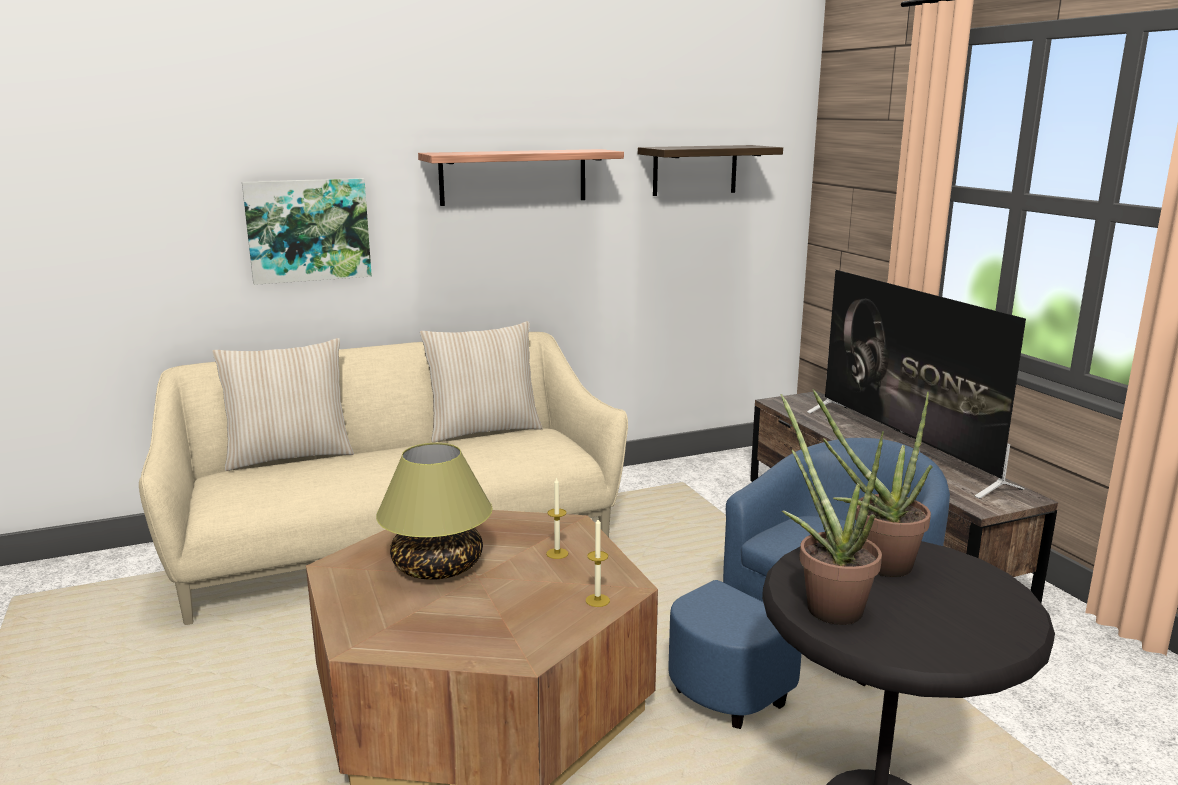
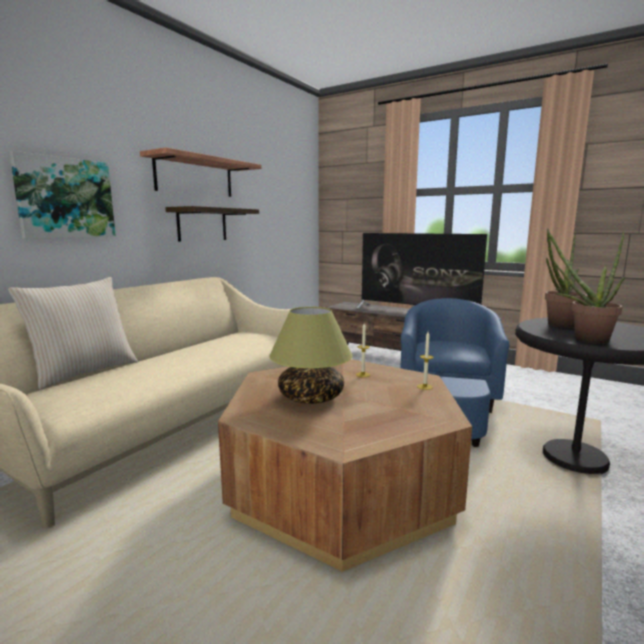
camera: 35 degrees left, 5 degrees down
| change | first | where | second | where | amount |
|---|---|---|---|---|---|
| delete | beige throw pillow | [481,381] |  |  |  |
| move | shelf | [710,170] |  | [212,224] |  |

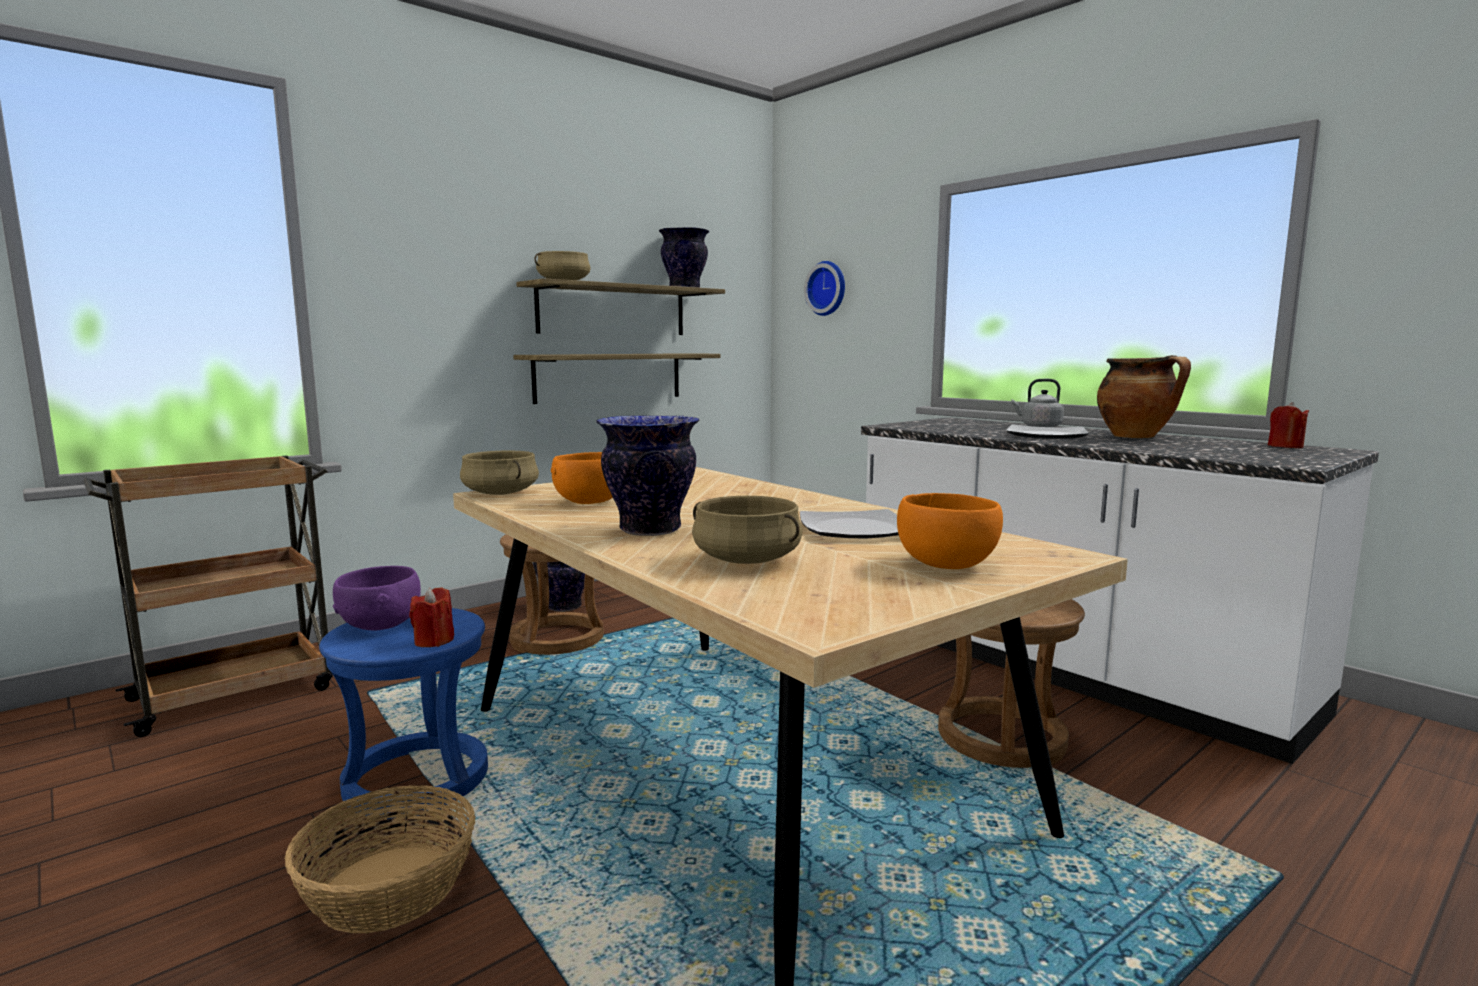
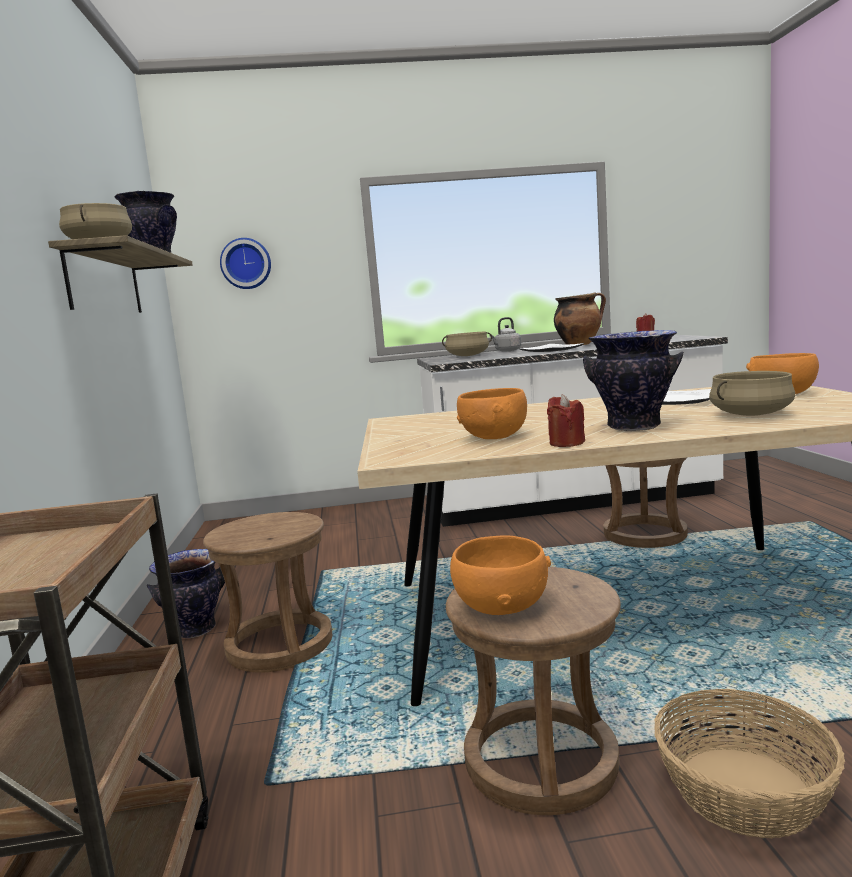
camera: 55 degrees left, 0 degrees up
| change | first | where | second | where | amount |
|---|---|---|---|---|---|
| delete | shelf | [617,378] |  |  |  |
| move | red wax candle | [431,617] |  | [566,420] |  |
| move | beige stockpot | [499,473] |  | [467,344] |  |
| recolor | bluish sitting stool | [403,713] | brownish sitting stool | [533,691] |  |
| recolor | purplish serving bowl | [377,598] | orange serving bowl | [500,575] |  |

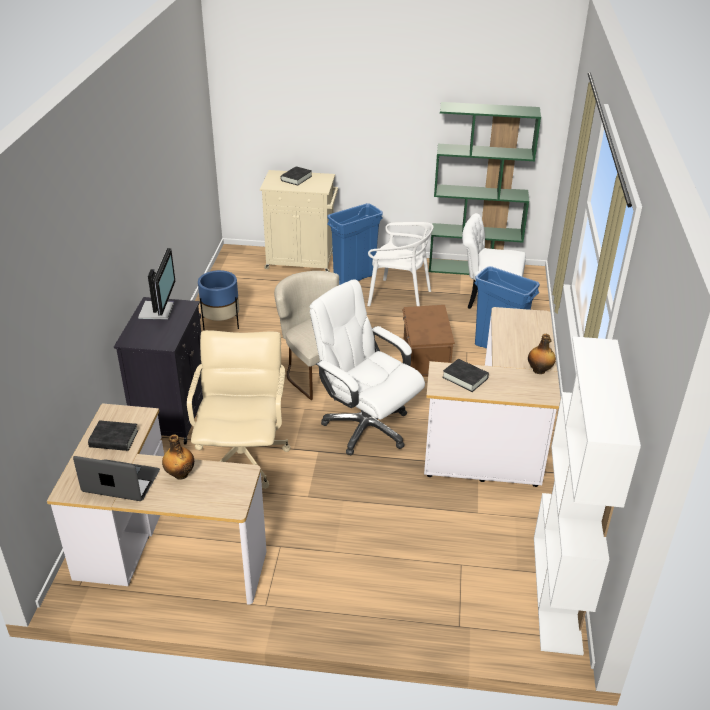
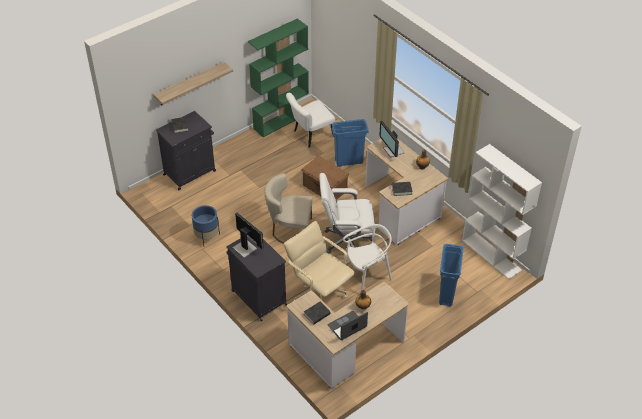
camera: 45 degrees left, 10 degrees up
| change | first | where | second | where | amount |
|---|---|---|---|---|---|
| insert |  |  | shelf | [193,84] |  |
| insert |  |  | computer screen | [392,139] |  |
| move | bluish waste bin | [355,244] |  | [451,275] |  |
| move | white chair | [400,264] |  | [367,257] |  |
| recolor | beige cupboard | [299,221] | black-coloured cupboard | [186,150] |  |

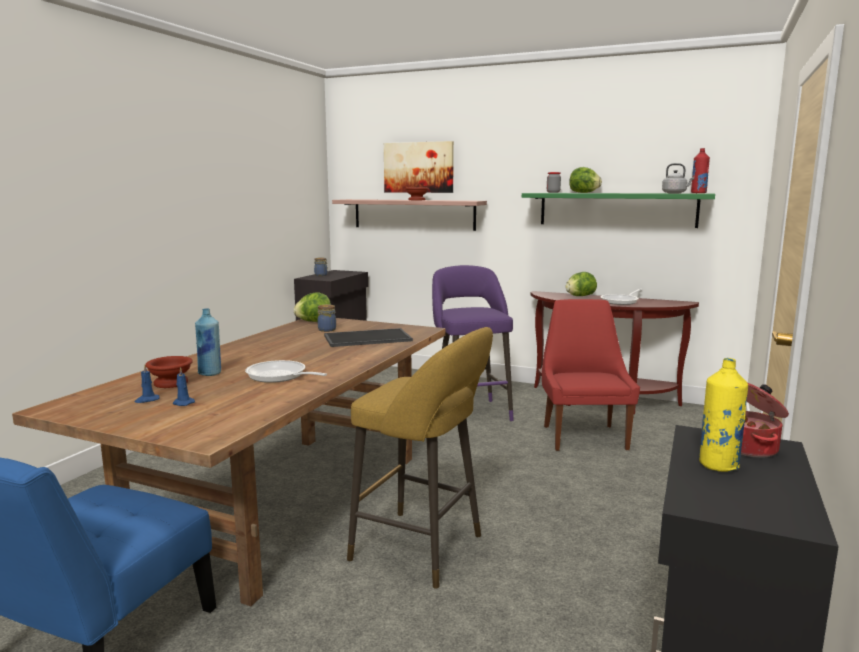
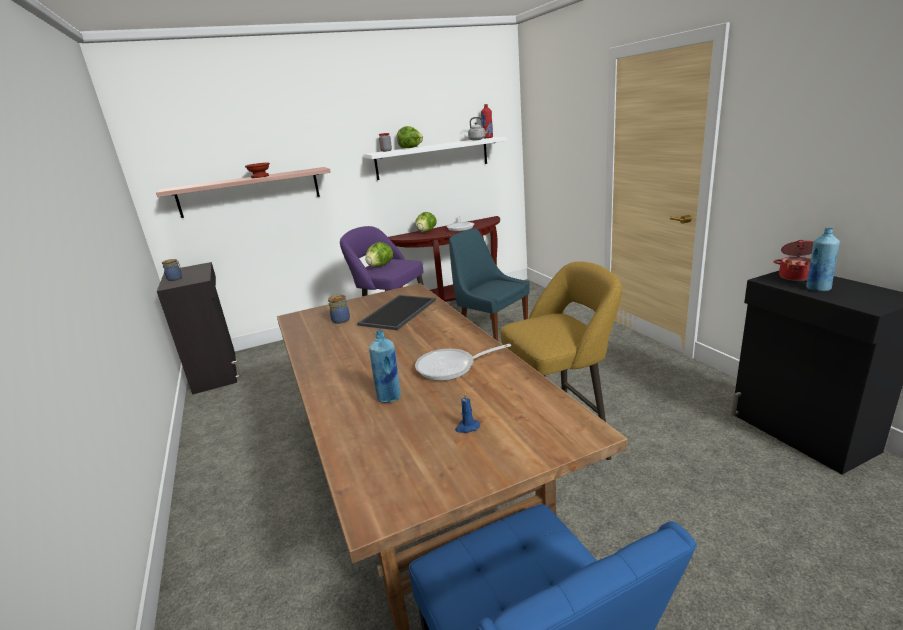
camera: 45 degrees left, 10 degrees up
| change | first | where | second | where | amount |
|---|---|---|---|---|---|
| delete | bluish wax candle | [147,383] |  |  |  |
| delete | brownish serving bowl | [169,372] |  |  |  |
| delete | wall picture | [419,167] |  |  |  |
| move | lettuce | [312,307] |  | [379,254] |  |
| recolor | green shelf | [618,210] | white shelf | [435,158] |  |
| recolor | red chair | [591,375] | bluish chair | [489,284] |  |
| recolor | yellow drink bottle | [723,415] | bluish drink bottle | [823,260] |  |

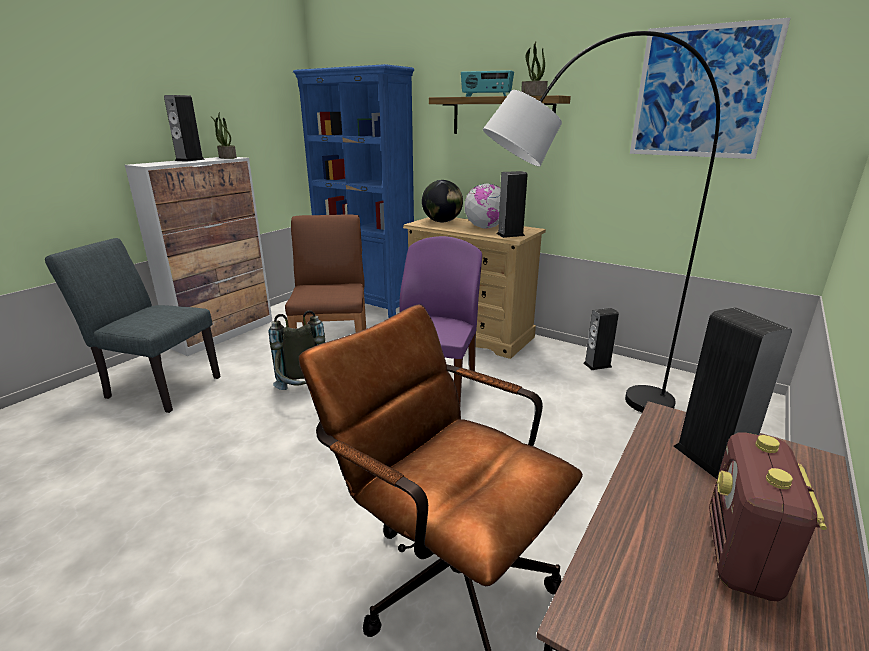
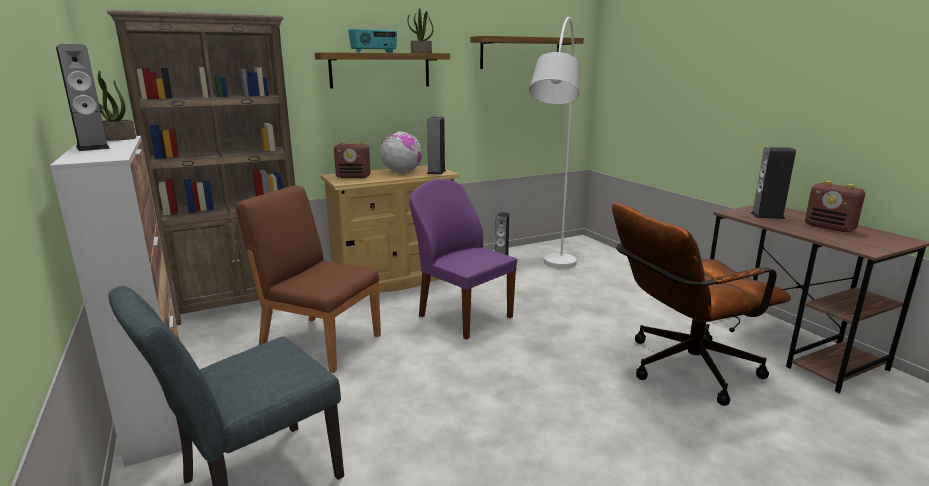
camera: 60 degrees left, 5 degrees down
| change | first | where | second | where | amount |
|---|---|---|---|---|---|
| delete | grey knapsack | [297,350] |  |  |  |
| replace | world globe | [442,201] | radio | [352,160] |  |
| replace | wall picture | [710,88] | shelf | [527,52] |  |
| recolor | bluish bookcase | [353,191] | brownish bookcase | [201,167] |  |
| recolor | black-coloured standing lamp | [601,221] | white standing lamp | [554,143] |  |

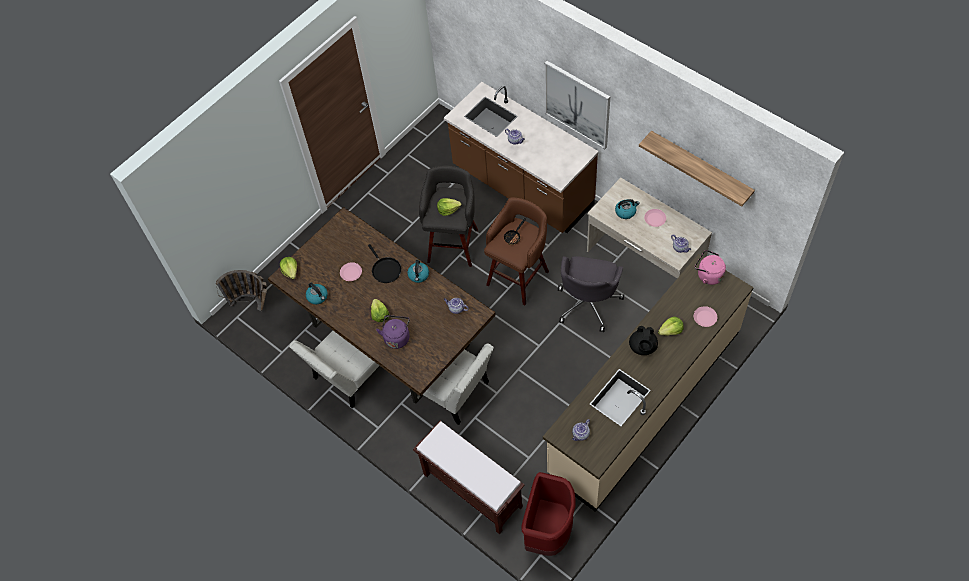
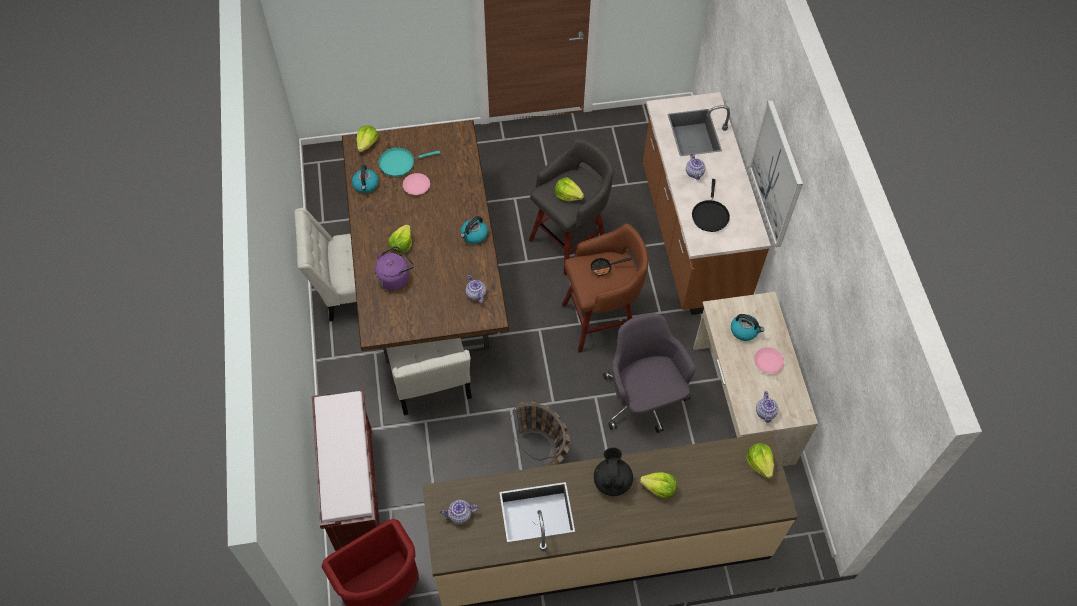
camera: 35 degrees right, 0 degrees up
| change | first | where | second | where | amount |
|---|---|---|---|---|---|
| delete | shelf | [697,168] |  |  |  |
| delete | pink-coloured flat dish | [705,316] |  |  |  |
| insert |  |  | turquoise-coloured pan | [409,162] |  |
| move | household basket | [241,290] |  | [538,434] |  |
| move | black-coloured pan | [384,263] |  | [711,205] |  |
| replace | pink-coloured kettle | [710,267] | lettuce | [760,461] |  |
| rotate | grey office chair | [591,294] |  | [649,373] | 105 degrees clockwise |
| rotate | black-coloured teapot | [643,340] |  | [613,471] | 135 degrees clockwise |

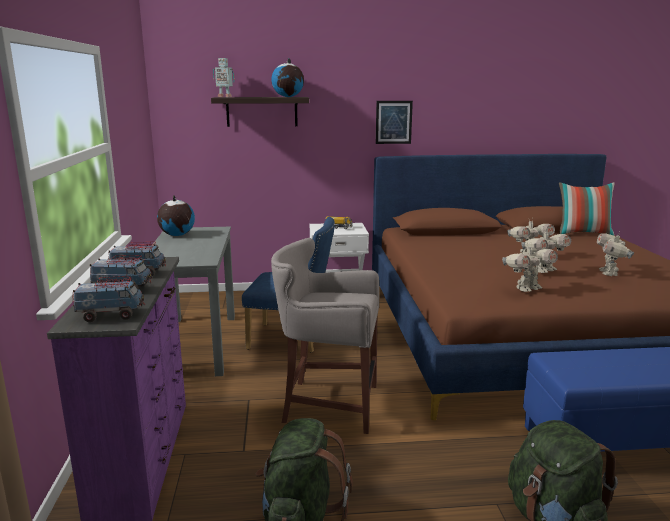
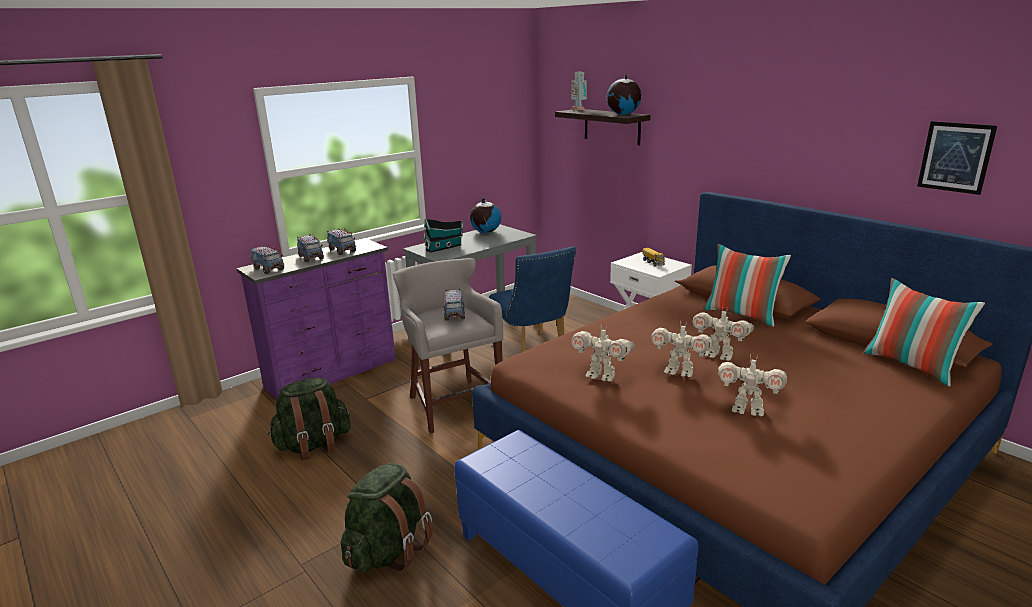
camera: 55 degrees right, 5 degrees up
| change | first | where | second | where | amount |
|---|---|---|---|---|---|
| insert |  |  | miniature house | [443,236] |  |
| insert |  |  | toy lorry | [454,304] |  |
| insert |  |  | throw pillow | [747,285] |  |
| move | wall picture | [394,122] |  | [957,158] |  |
| rotate | model robot | [615,254] |  | [752,385] | 135 degrees counterclockwise |

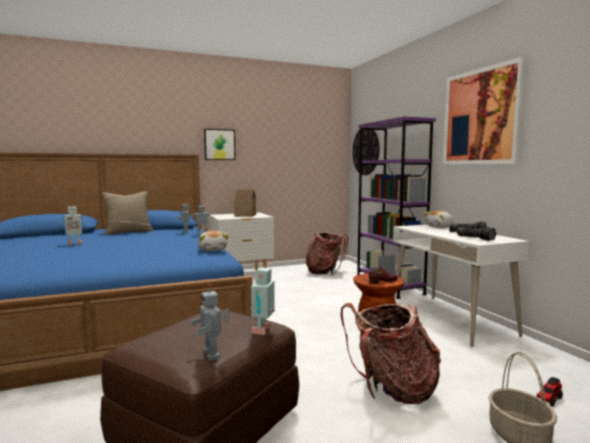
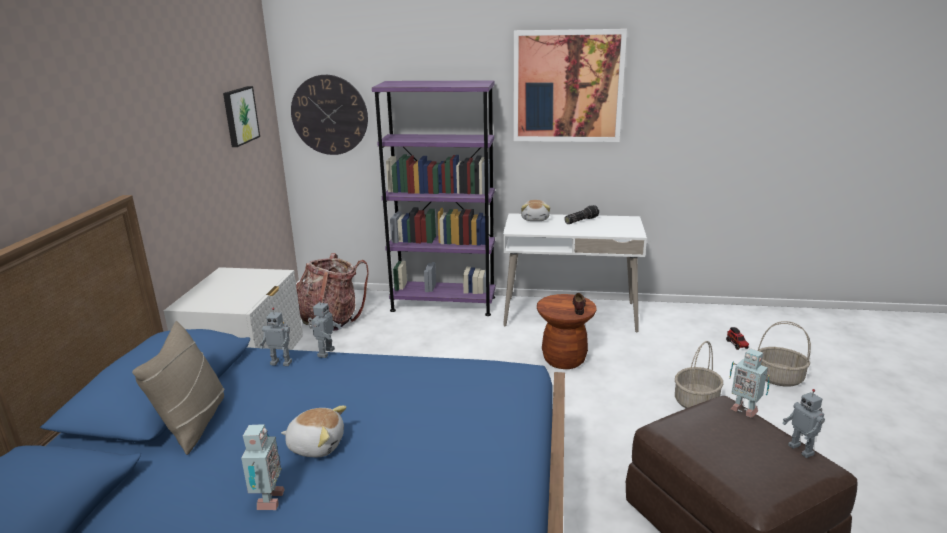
camera: 60 degrees left, 15 degrees up
| change | first | where | second | where | amount |
|---|---|---|---|---|---|
| delete | miniature house | [245,203] |  |  |  |
| delete | flashlight | [476,234] |  |  |  |
| move | plush toy | [213,241] |  | [314,432] |  |
| move | wall picture | [220,144] |  | [241,116] |  |
| replace | knapsack | [391,353] | household basket | [699,374] |  |
| rotate | model robot | [210,323] |  | [803,423] | 60 degrees clockwise |

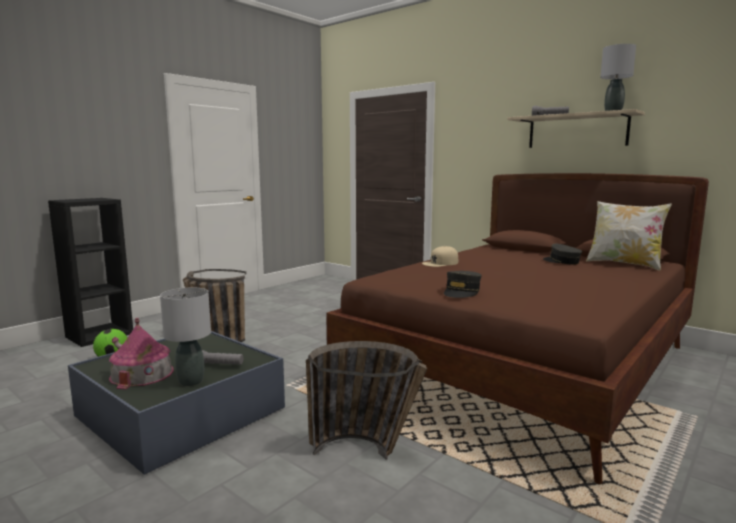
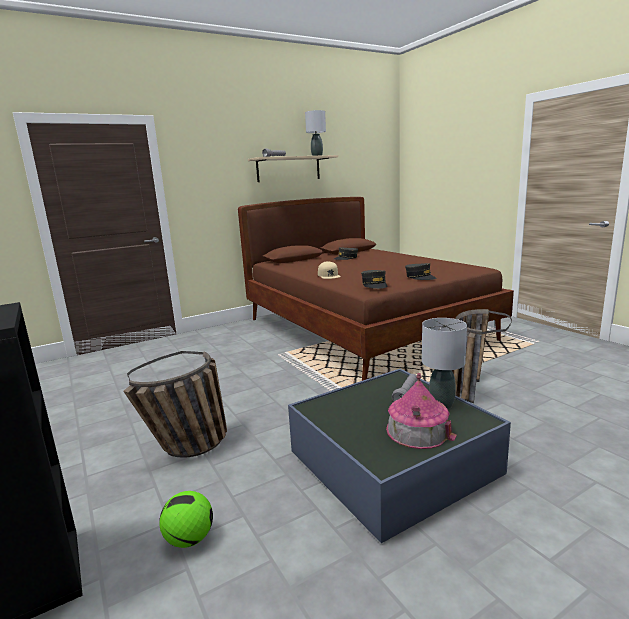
camera: 70 degrees left, 5 degrees up
| change | first | where | second | where | amount |
|---|---|---|---|---|---|
| delete | throw pillow | [629,236] |  |  |  |
| insert |  |  | grey peaked cap | [374,279] |  |

